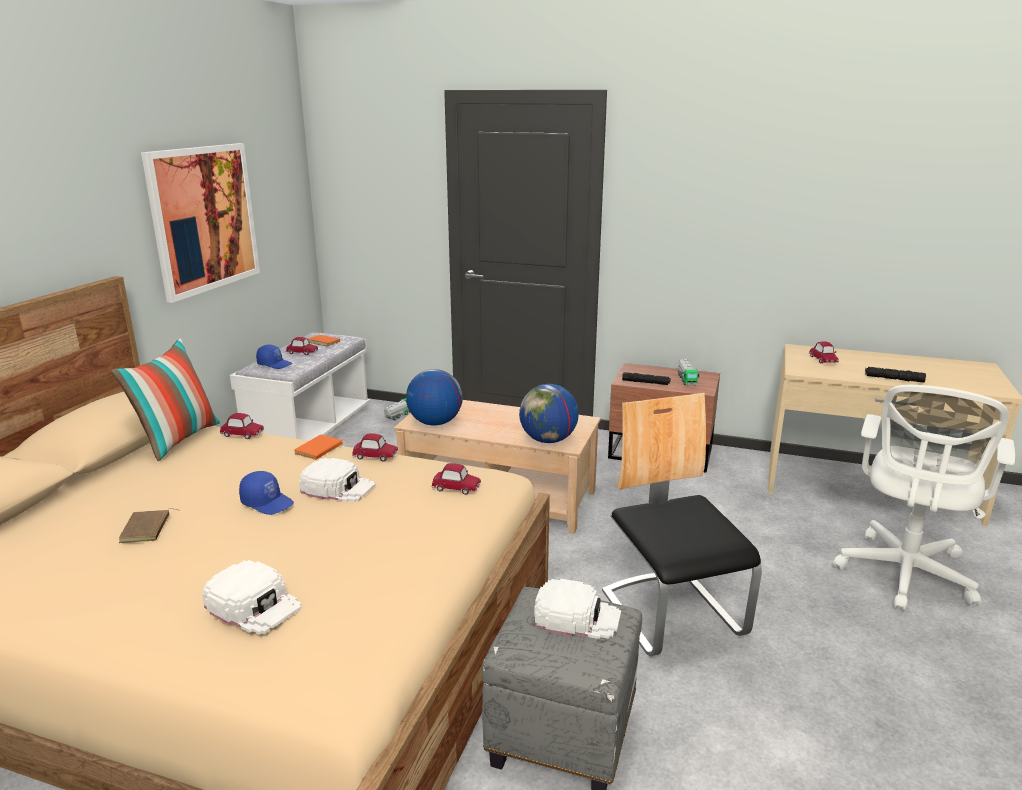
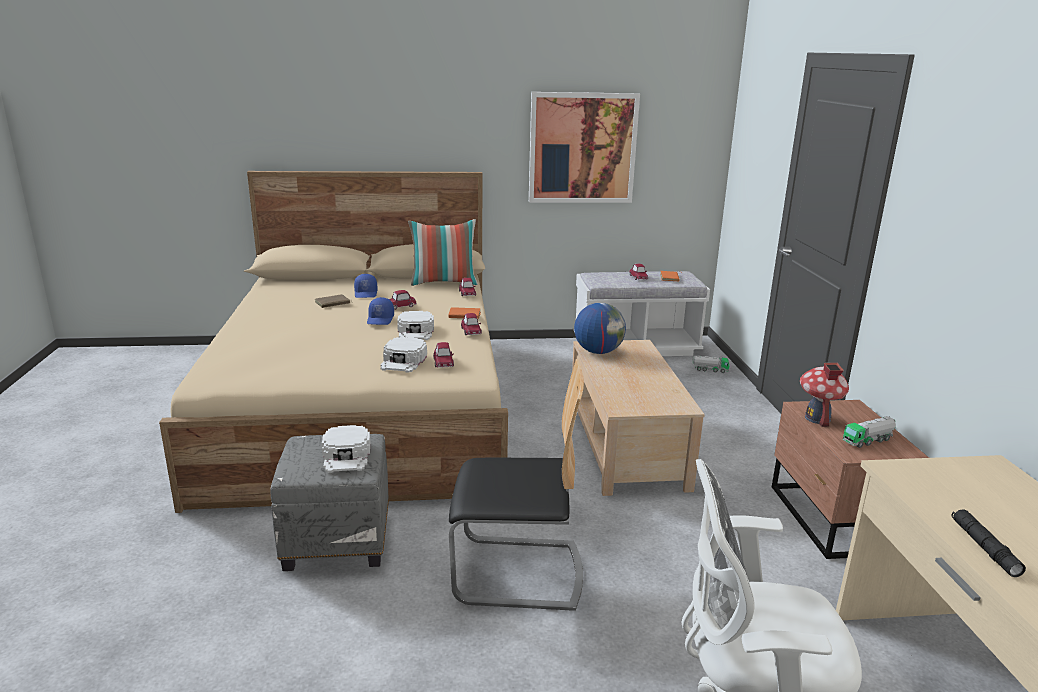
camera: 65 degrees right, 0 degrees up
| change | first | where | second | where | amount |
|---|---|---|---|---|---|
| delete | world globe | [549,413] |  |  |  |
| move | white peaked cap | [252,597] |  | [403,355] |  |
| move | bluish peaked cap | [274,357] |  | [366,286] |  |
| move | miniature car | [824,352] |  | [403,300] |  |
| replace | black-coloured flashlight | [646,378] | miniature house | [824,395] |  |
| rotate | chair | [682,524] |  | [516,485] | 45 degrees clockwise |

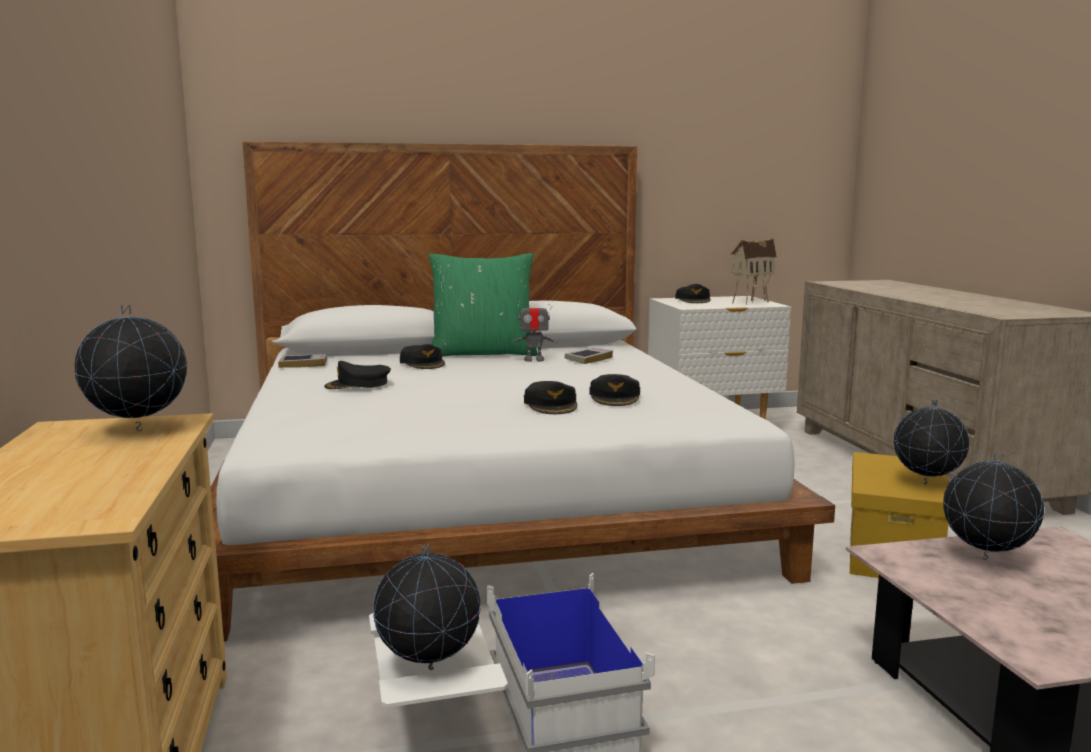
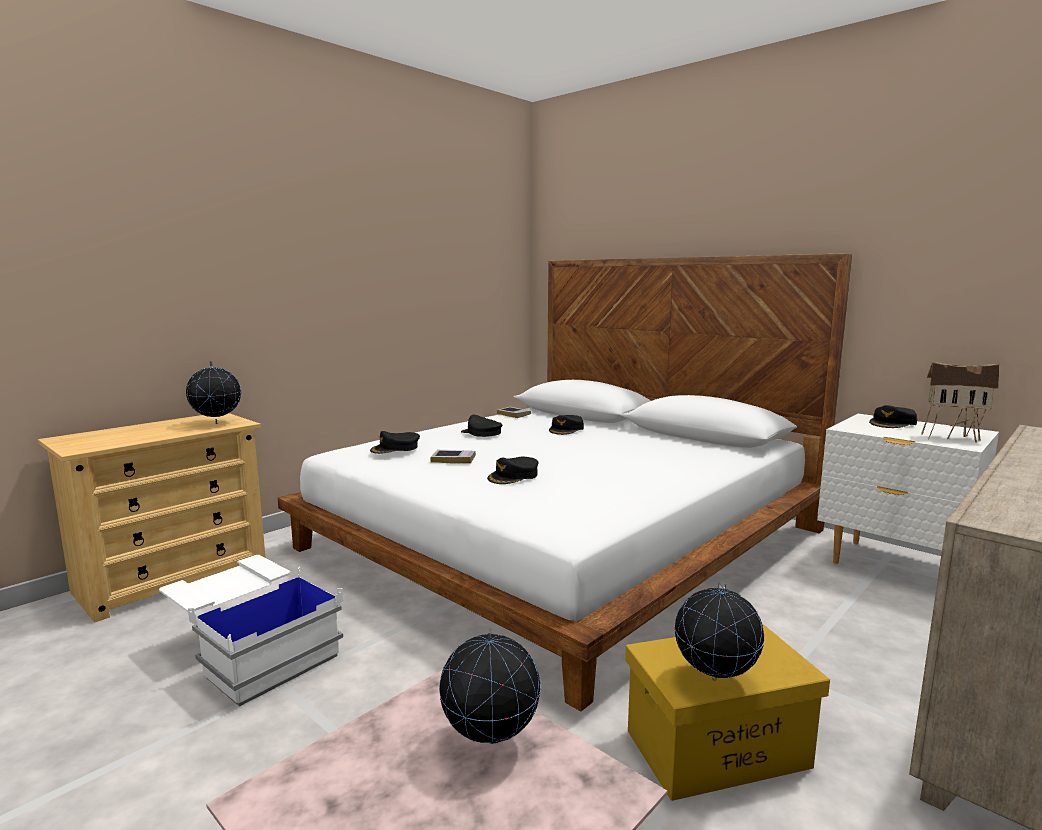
camera: 55 degrees right, 0 degrees up
| change | first | where | second | where | amount |
|---|---|---|---|---|---|
| delete | world globe | [427,607] |  |  |  |
| delete | green throw pillow | [483,304] |  |  |  |
| delete | model robot | [534,329] |  |  |  |
| move | book | [589,356] |  | [453,457] |  |
| move | black-coloured peaked cap | [614,390] |  | [395,442] |  |

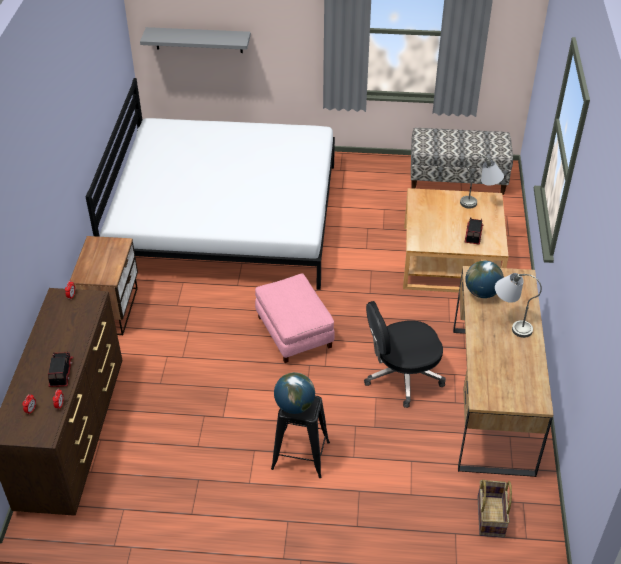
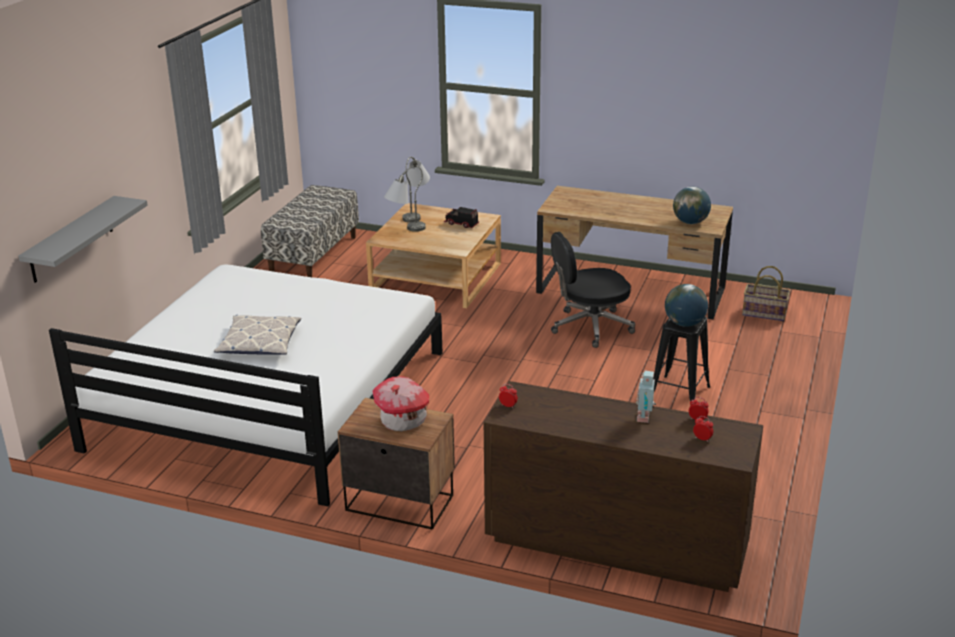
camera: 75 degrees left, 15 degrees down
| change | first | where | second | where | amount |
|---|---|---|---|---|---|
| delete | pink-coloured pouffe | [295,318] |  |  |  |
| insert |  |  | throw pillow | [258,335] |  |
| insert |  |  | miniature house | [400,403] |  |
| move | world globe | [484,279] |  | [692,205] |  |
| move | grey table lamp | [518,305] |  | [405,199] |  |
| replace | toy lorry | [60,369] | model robot | [646,397] |  |
| rotate | black-coloured office chair | [405,354] |  | [593,290] | 75 degrees clockwise |

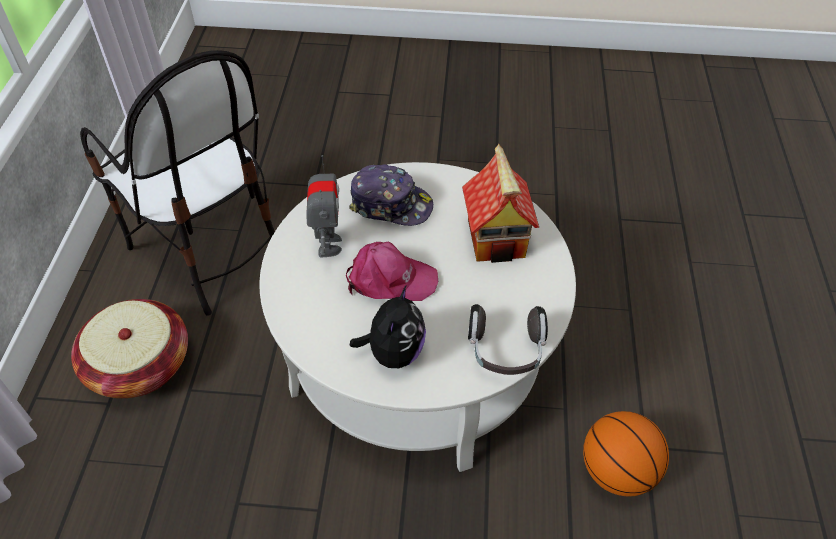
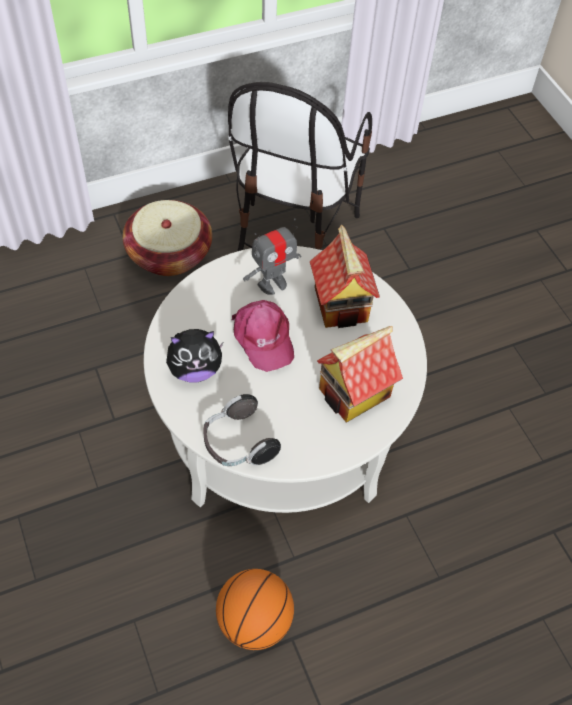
camera: 60 degrees right, 5 degrees up
| change | first | where | second | where | amount |
|---|---|---|---|---|---|
| replace | peaked cap | [391,195] | miniature house | [345,276] |  |

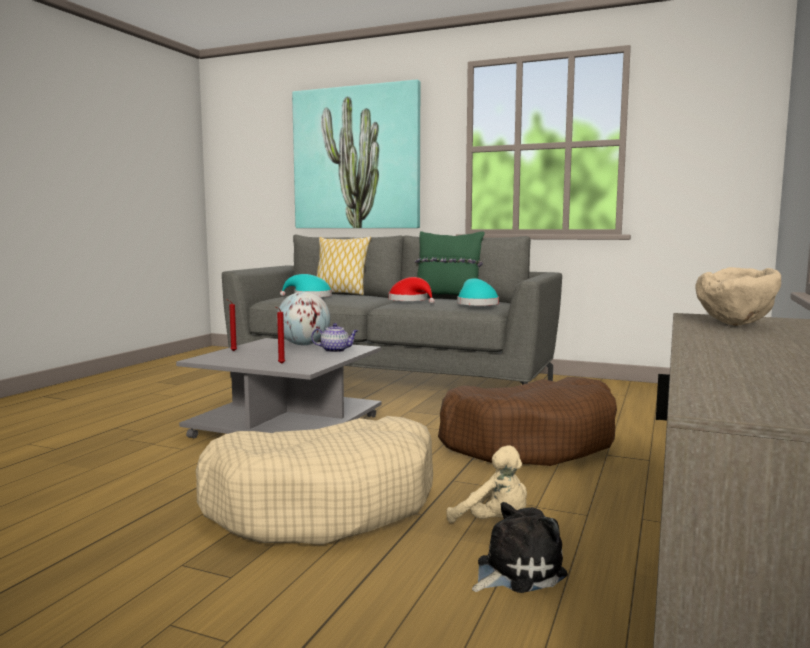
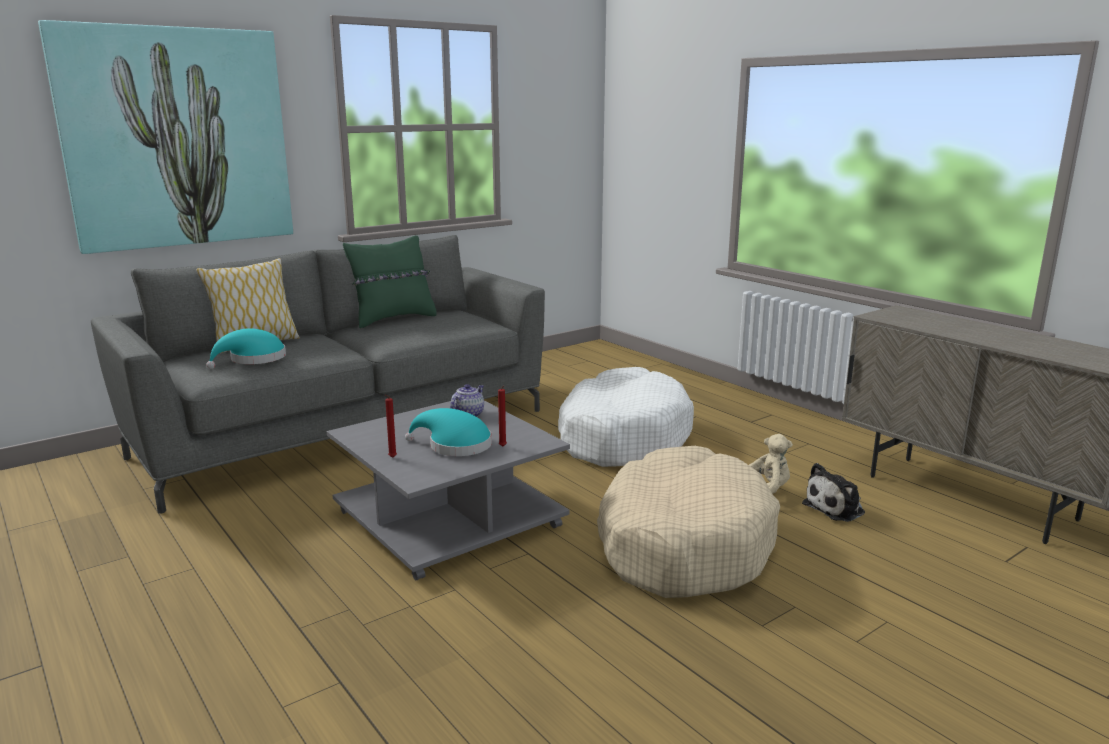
camera: 60 degrees left, 10 degrees up
| change | first | where | second | where | amount |
|---|---|---|---|---|---|
| delete | world globe | [303,318] |  |  |  |
| delete | red clothing hat | [411,290] |  |  |  |
| delete | beige serving bowl | [738,296] |  |  |  |
| move | turquoise-coloured clothing hat | [478,291] |  | [448,432] |  |
| recolor | brownish pet bed | [527,421] | white pet bed | [626,417] |  |
| rotate | plush toy | [520,547] |  | [833,492] | 120 degrees counterclockwise |

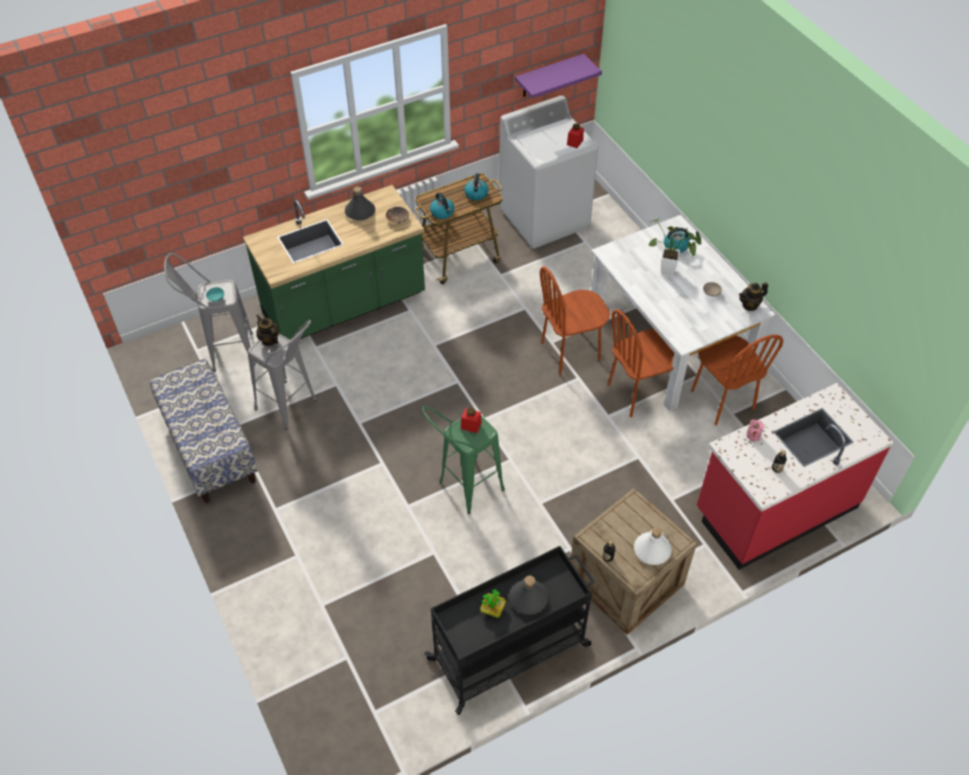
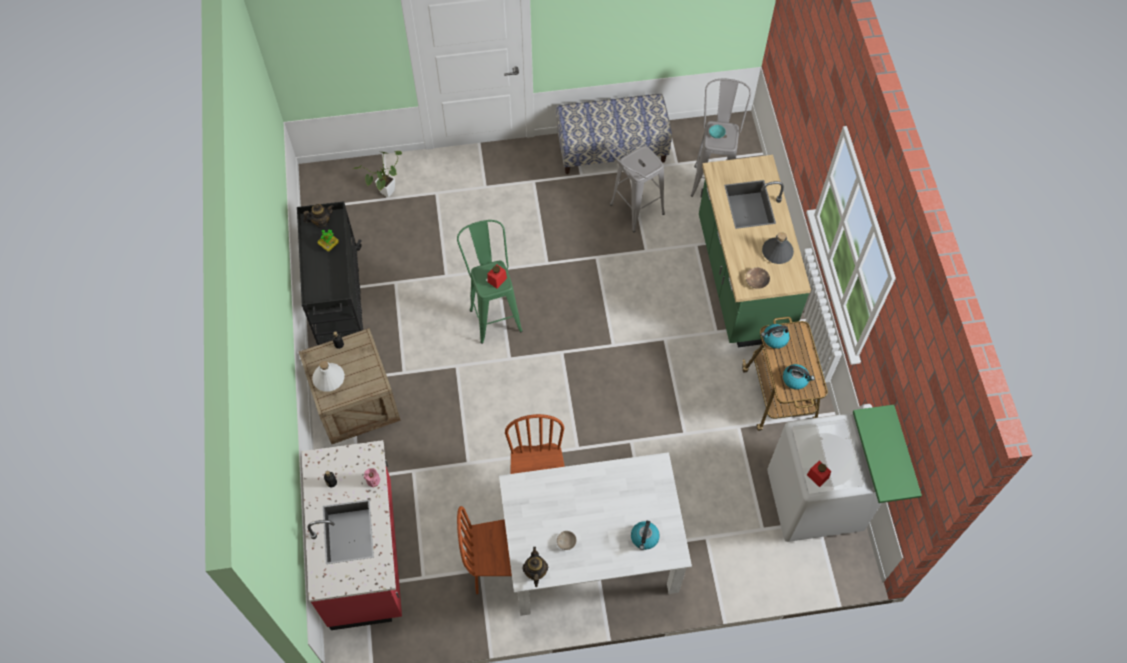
camera: 110 degrees right, 10 degrees up
| change | first | where | second | where | amount |
|---|---|---|---|---|---|
| delete | grey drink bottle | [528,595] |  |  |  |
| delete | brownish chair | [575,321] |  |  |  |
| move | teapot | [267,330] |  | [318,216] |  |
| move | plant in a pot | [675,247] |  | [377,174] |  |
| recolor | purplish shelf | [558,76] | green shelf | [887,454] |  |

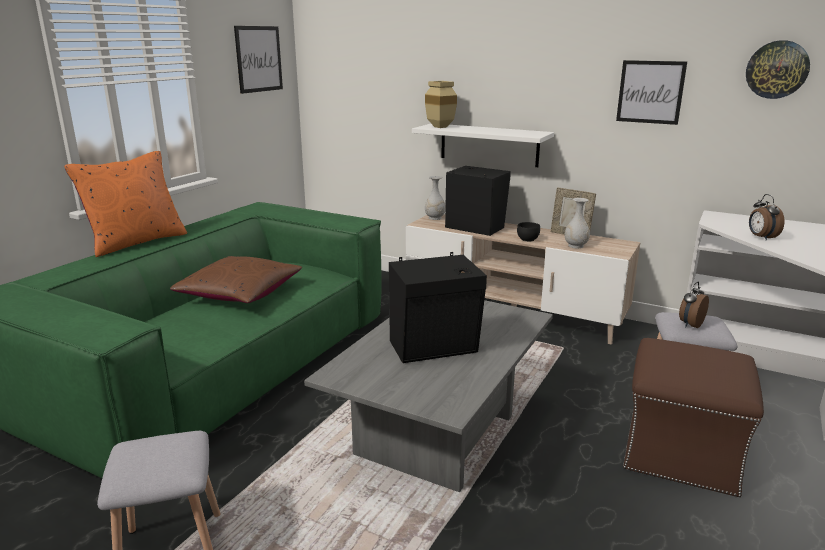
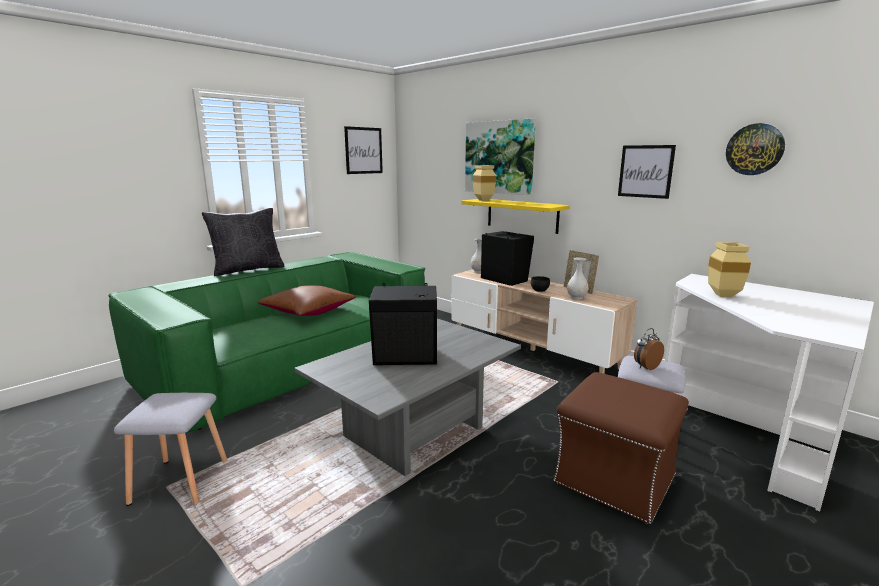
camera: 15 degrees right, 5 degrees down
| change | first | where | second | where | amount |
|---|---|---|---|---|---|
| insert |  |  | wall picture | [500,156] |  |
| replace | alarm clock | [767,217] | beige vase | [729,269] |  |
| recolor | orange throw pillow | [125,204] | black-coloured throw pillow | [243,242] |  |
| recolor | white shelf | [483,145] | yellow shelf | [515,216] |  |

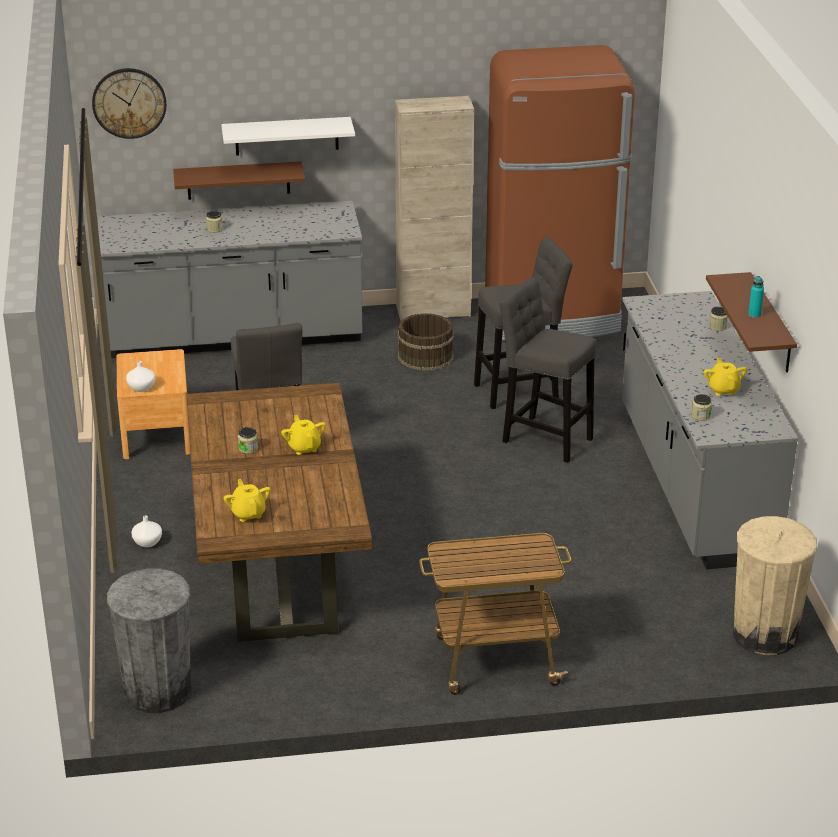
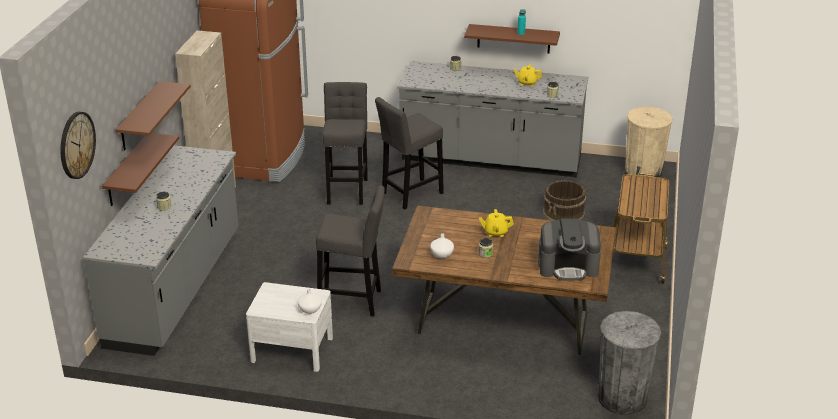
camera: 70 degrees left, 0 degrees up
| change | first | where | second | where | amount |
|---|---|---|---|---|---|
| move | white vase | [146,531] |  | [442,245] |  |
| move | brownish bucket | [426,342] |  | [564,200] |  |
| replace | yellow teapot | [247,500] | coffee maker | [569,250] |  |
| recolor | brownish night table | [153,404] | white night table | [289,327] |  |
| recolor | white shelf | [288,136] | brownish shelf | [153,116] |  |

